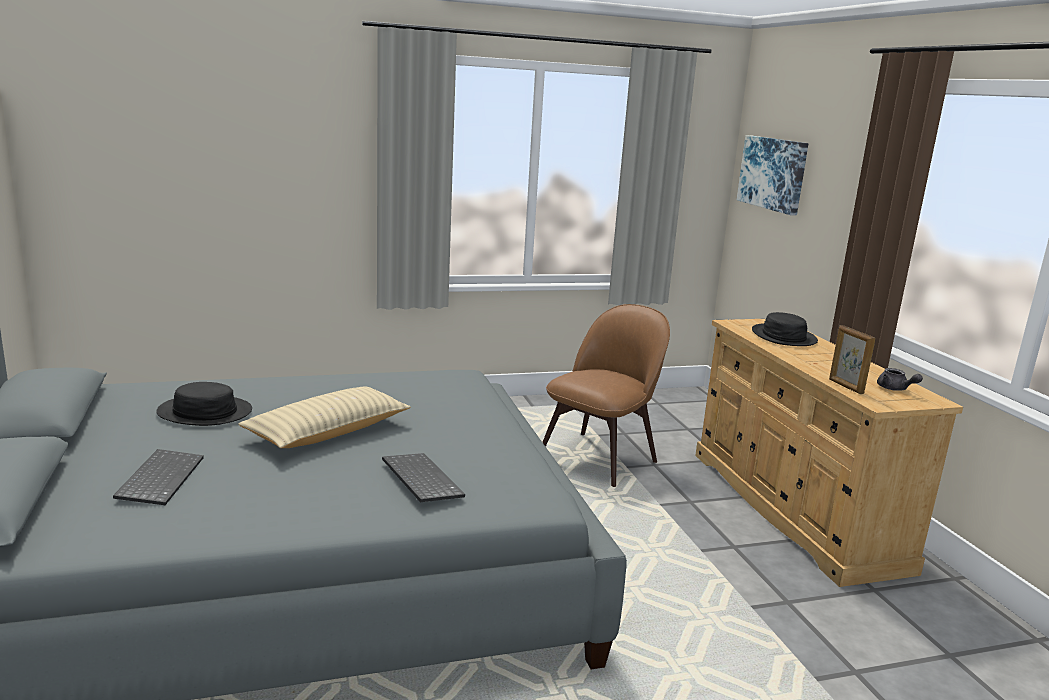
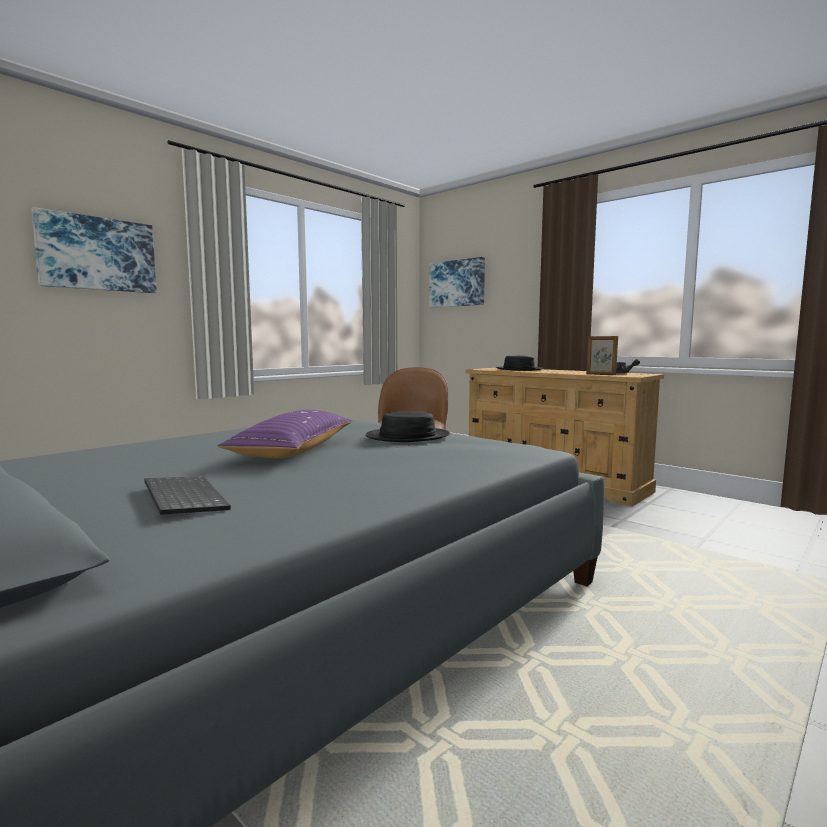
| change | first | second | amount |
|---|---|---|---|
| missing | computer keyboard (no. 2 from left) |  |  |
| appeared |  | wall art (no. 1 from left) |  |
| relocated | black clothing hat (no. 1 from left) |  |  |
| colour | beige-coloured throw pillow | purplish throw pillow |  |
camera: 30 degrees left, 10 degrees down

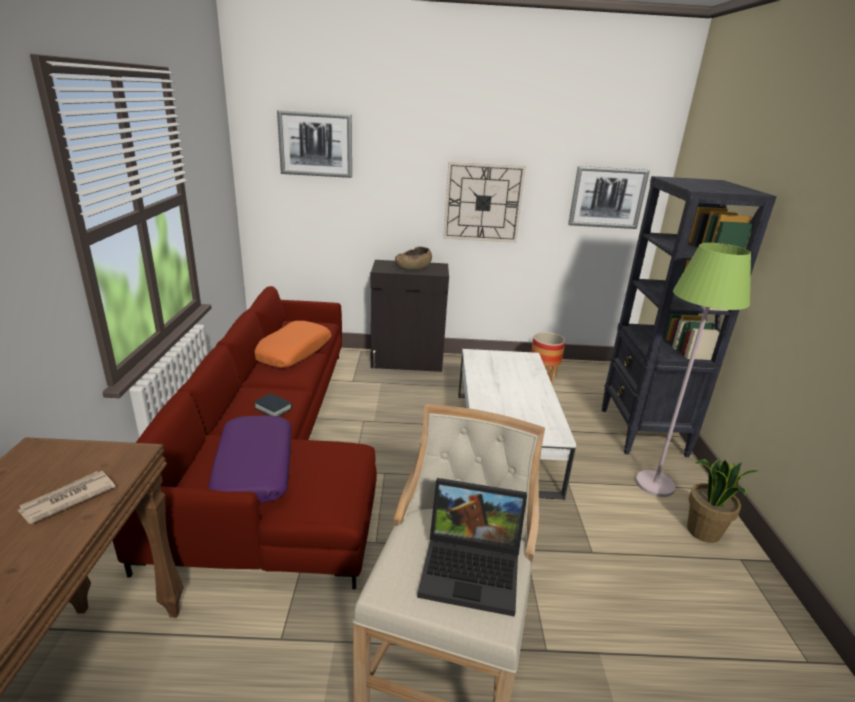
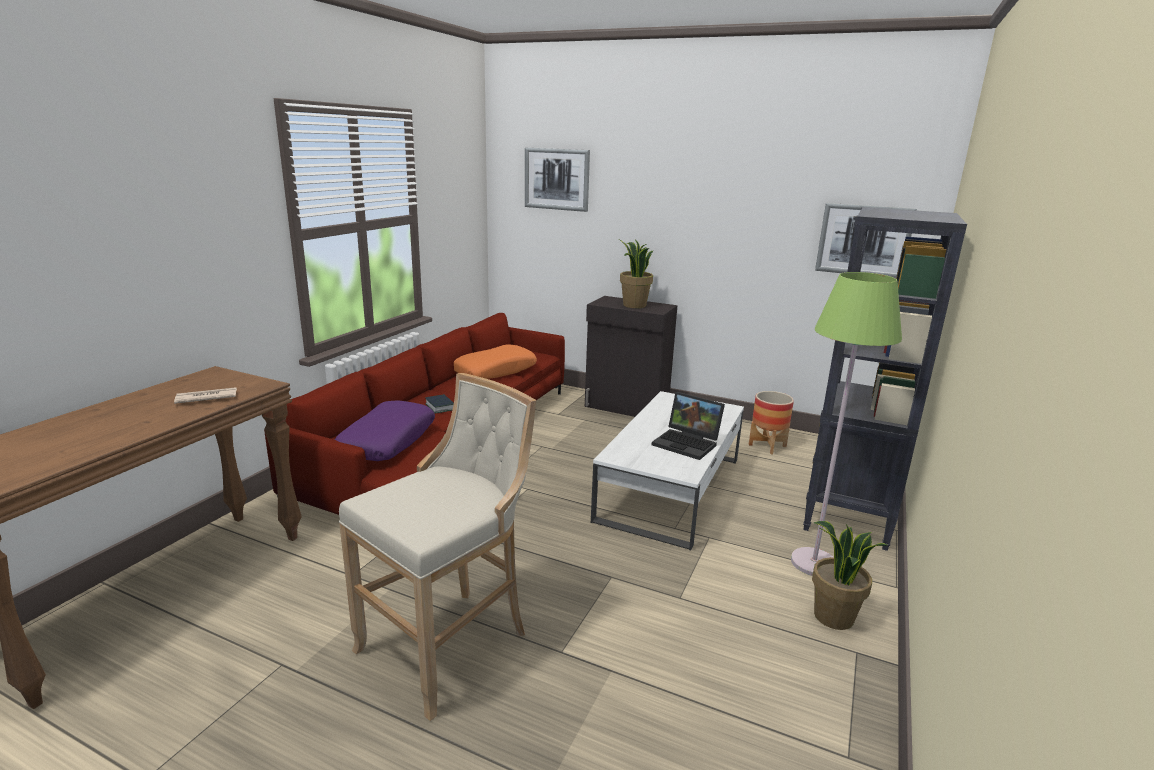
| change | first | second | amount |
|---|---|---|---|
| missing | hanging clock |  |  |
| relocated | portable computer |  |  |
| exchanged | brown-coloured bowl | plant in a pot (no. 1 from left) |  |
camera: 25 degrees right, 5 degrees down

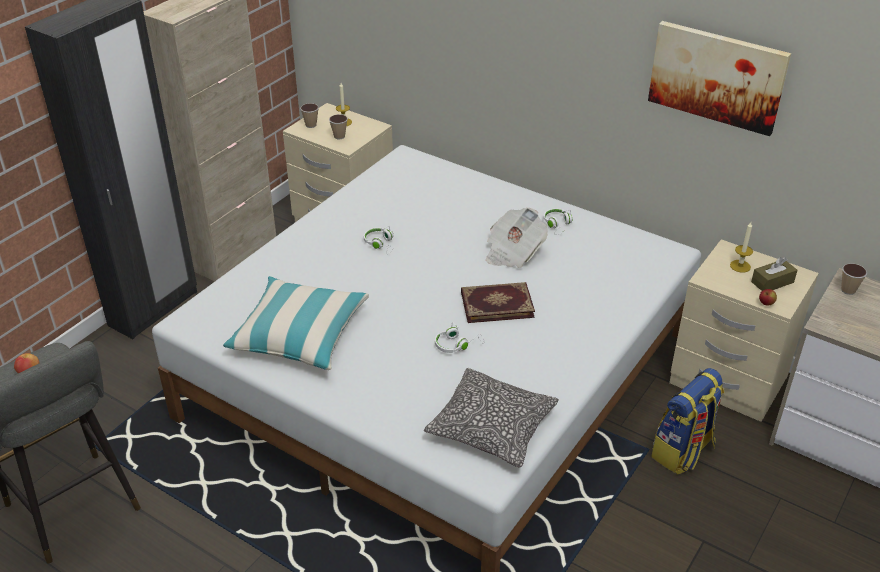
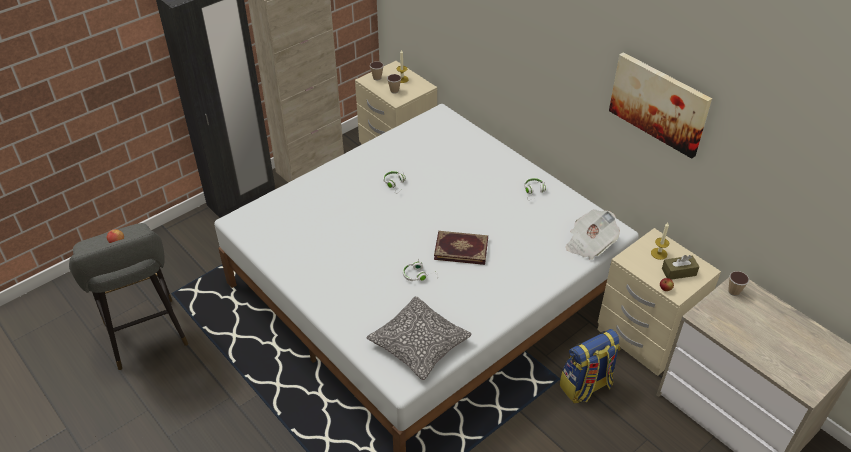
| change | first | second | amount |
|---|---|---|---|
| missing | throw pillow (no. 1 from left) |  |  |
| relocated | daily paper |  |  |
camera: 15 degrees right, 5 degrees up

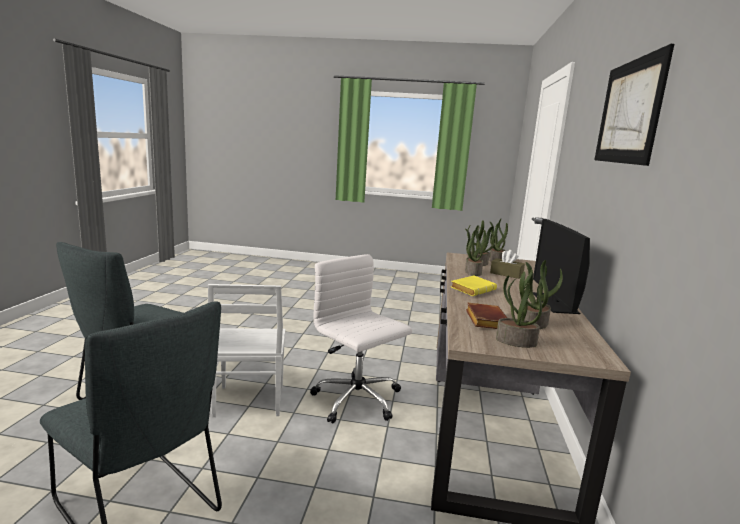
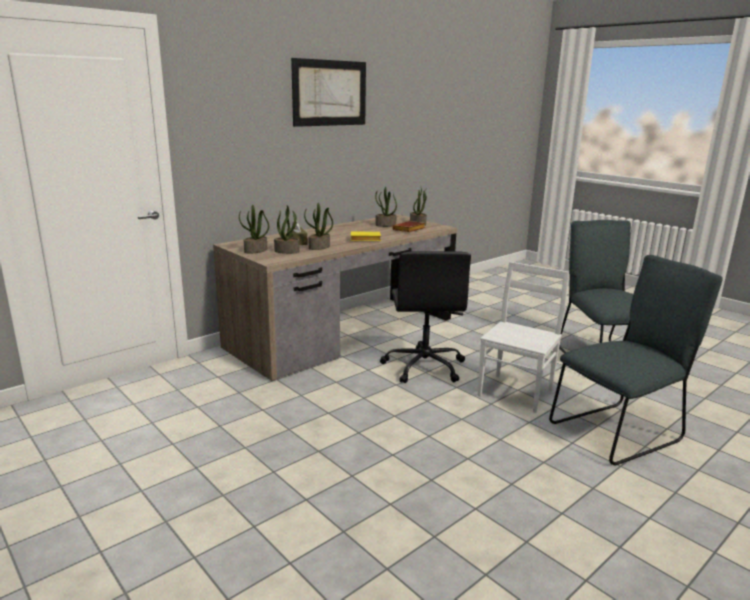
| change | first | second | amount |
|---|---|---|---|
| missing | computer screen |  |  |
| colour | white computer chair | black computer chair |  |
camera: 140 degrees left, 5 degrees up

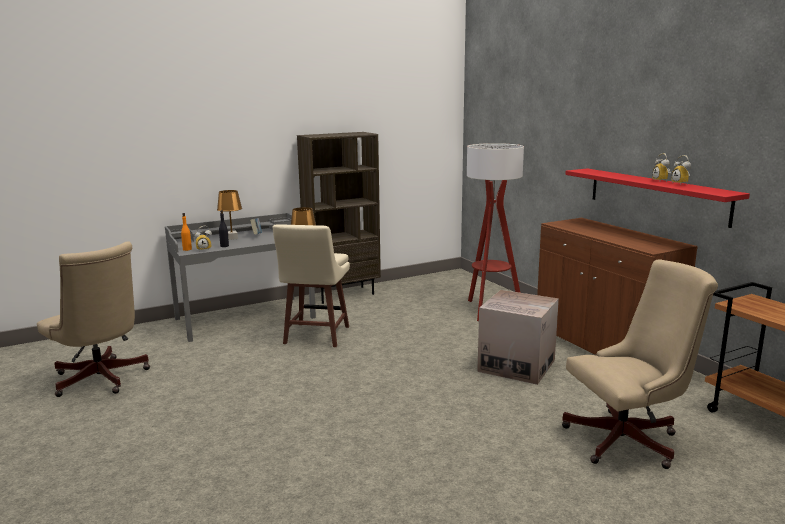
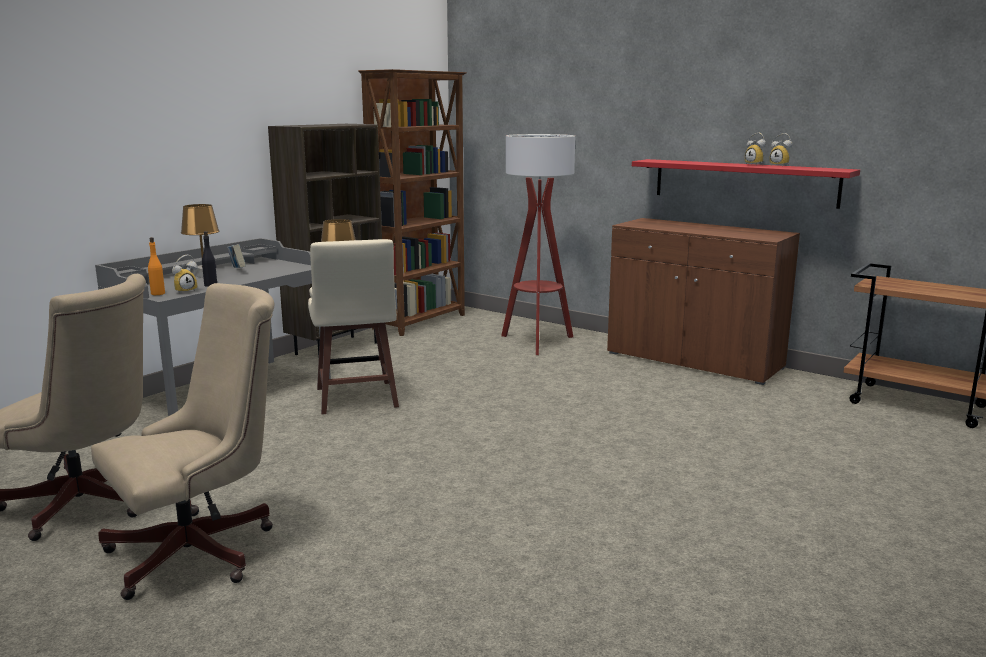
| change | first | second | amount |
|---|---|---|---|
| missing | packing box |  |  |
| appeared |  | brown-coloured shelving unit (no. 2 from left) |  |
| relocated | beige-coloured computer chair (no. 2 from left) |  |  |
camera: 25 degrees left, 0 degrees up

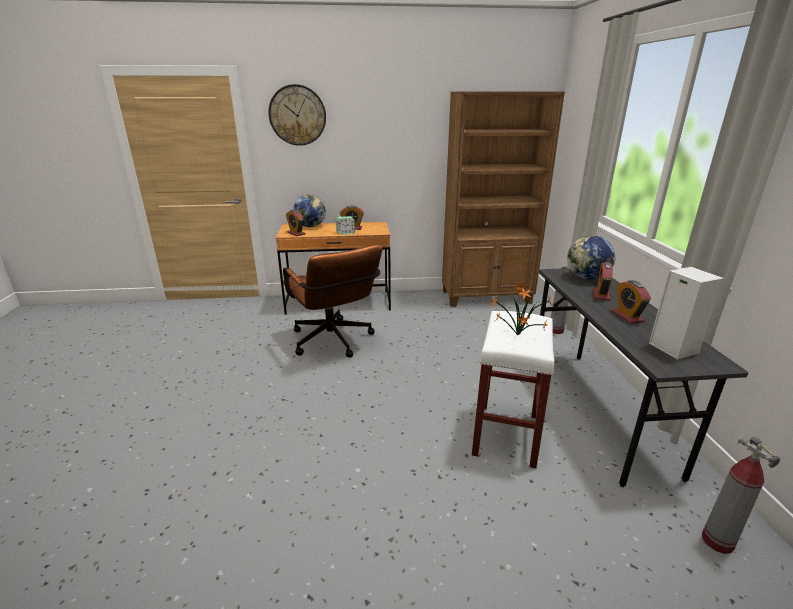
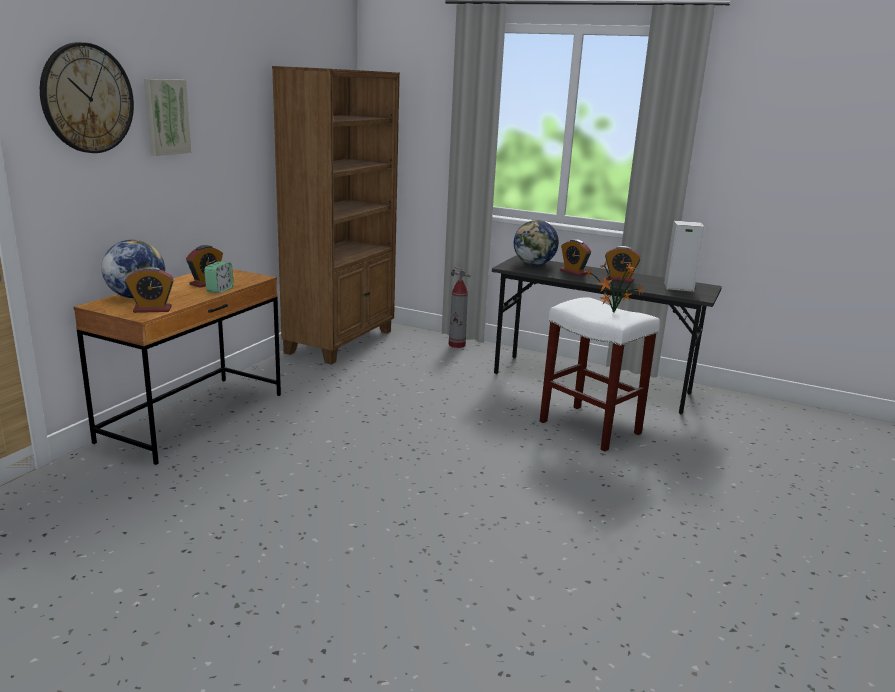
| change | first | second | amount |
|---|---|---|---|
| missing | brown-coloured computer chair |  |  |
| missing | fire extinguisher (no. 2 from left) |  |  |
| appeared |  | wall art |  |
camera: 60 degrees left, 5 degrees down

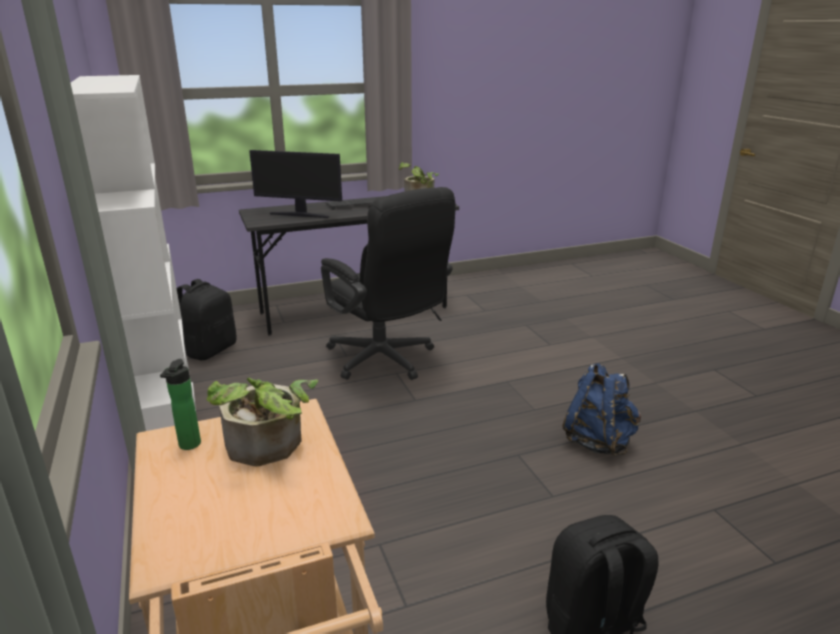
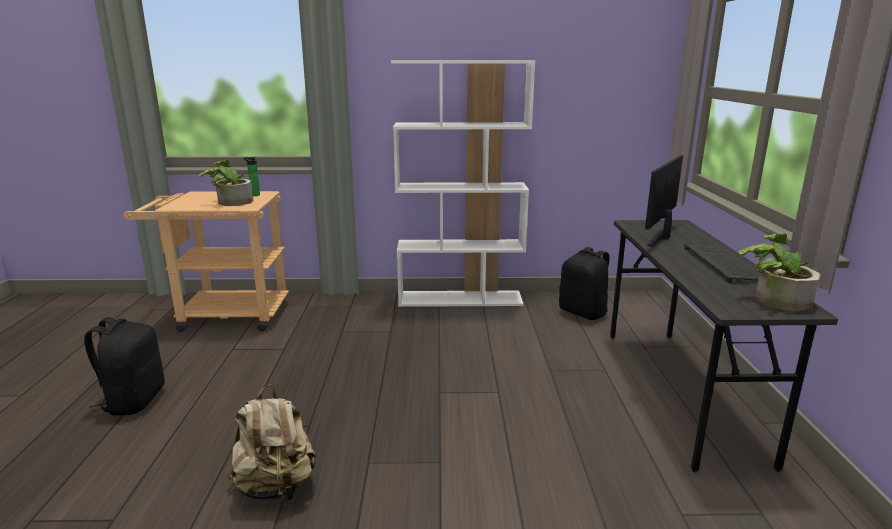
| change | first | second | amount |
|---|---|---|---|
| missing | black computer chair |  |  |
| colour | bluish knapsack | beige-coloured knapsack |  |
camera: 110 degrees right, 5 degrees down

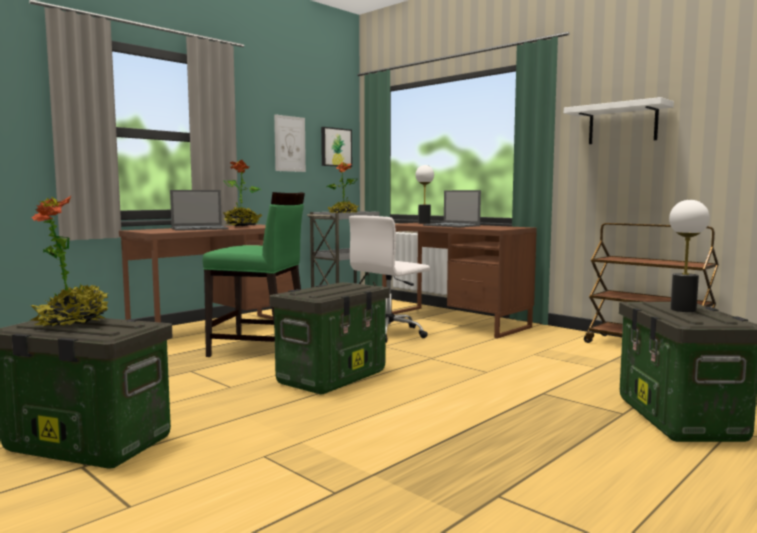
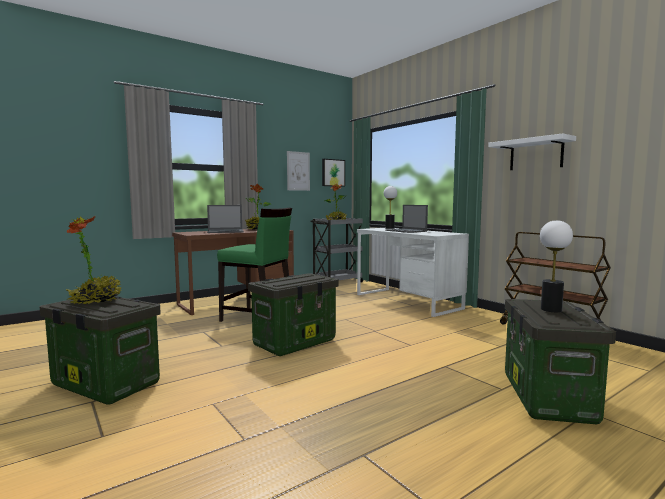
| change | first | second | amount |
|---|---|---|---|
| missing | white computer chair |  |  |
| colour | brown-coloured desk (no. 2 from left) | white desk |  |
camera: 10 degrees right, 0 degrees up

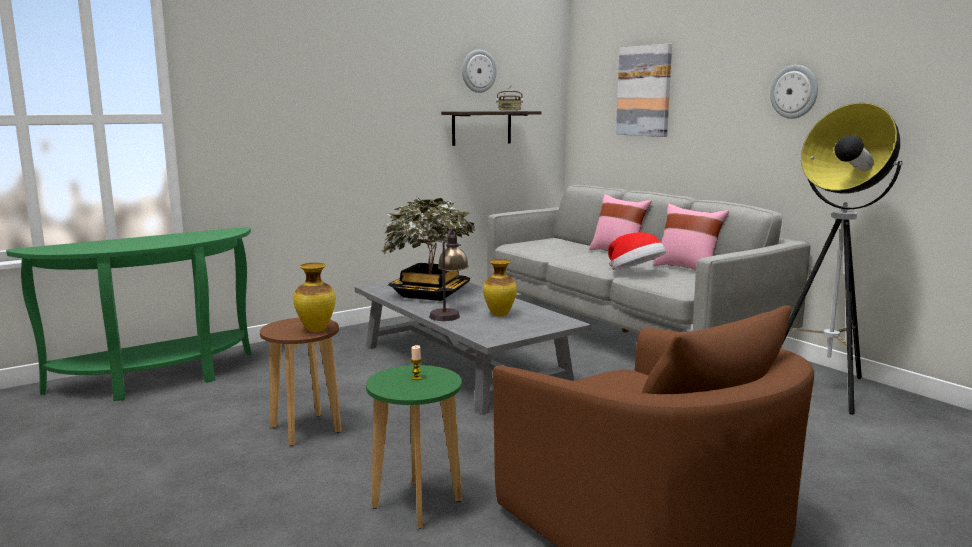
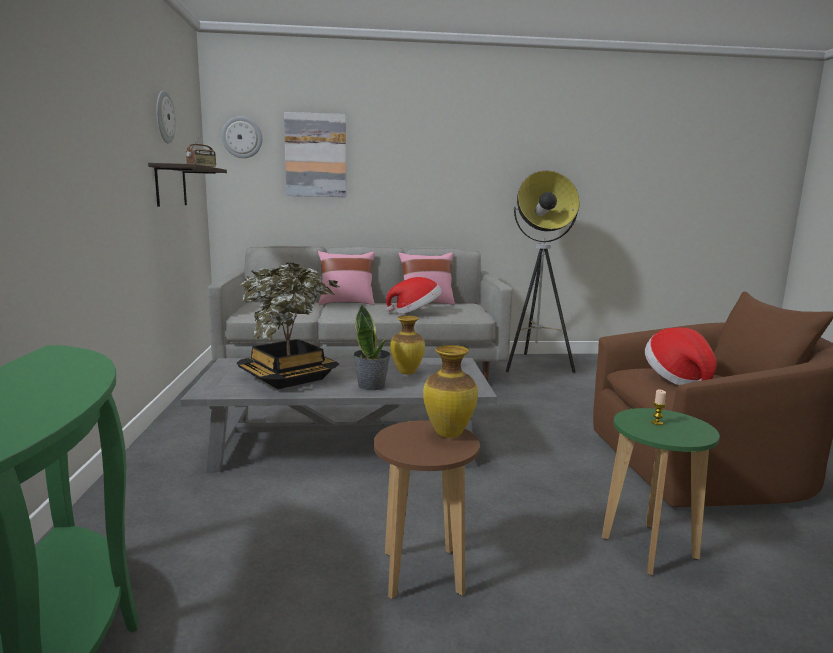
| change | first | second | amount |
|---|---|---|---|
| appeared |  | clothing hat (no. 2 from left) |  |
| relocated | hanging clock (no. 2 from left) |  |  |
| exchanged | table lamp | plant in a pot (no. 2 from left) |  |
camera: 60 degrees left, 0 degrees up

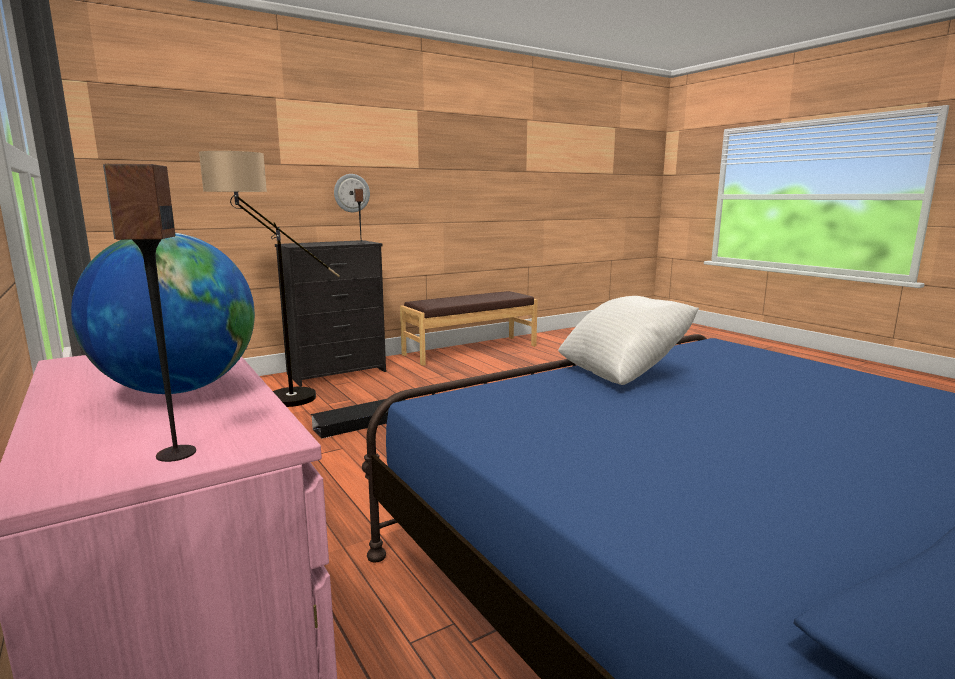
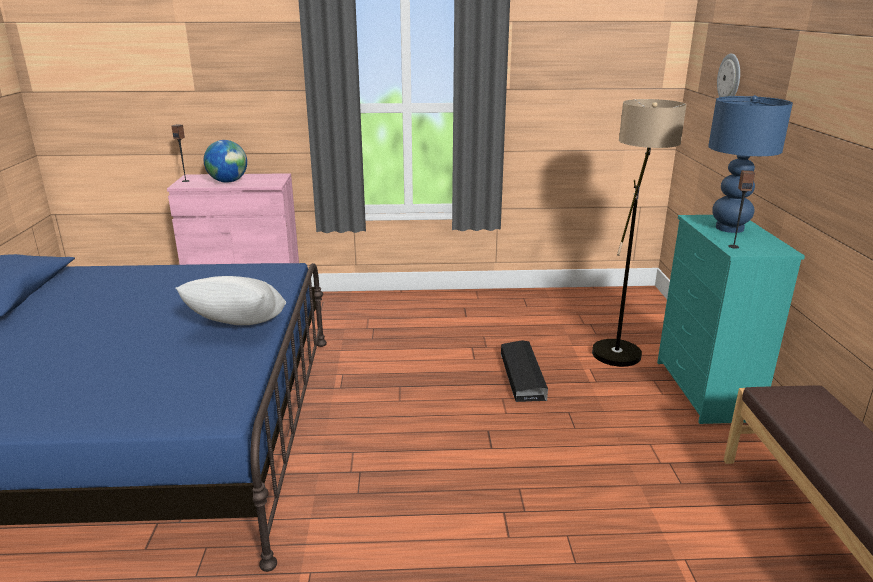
| change | first | second | amount |
|---|---|---|---|
| appeared |  | bluish table lamp |  |
| relocated | hanging clock |  |  |
| colour | black chest of drawers | turquoise chest of drawers |  |
camera: 120 degrees right, 10 degrees up

